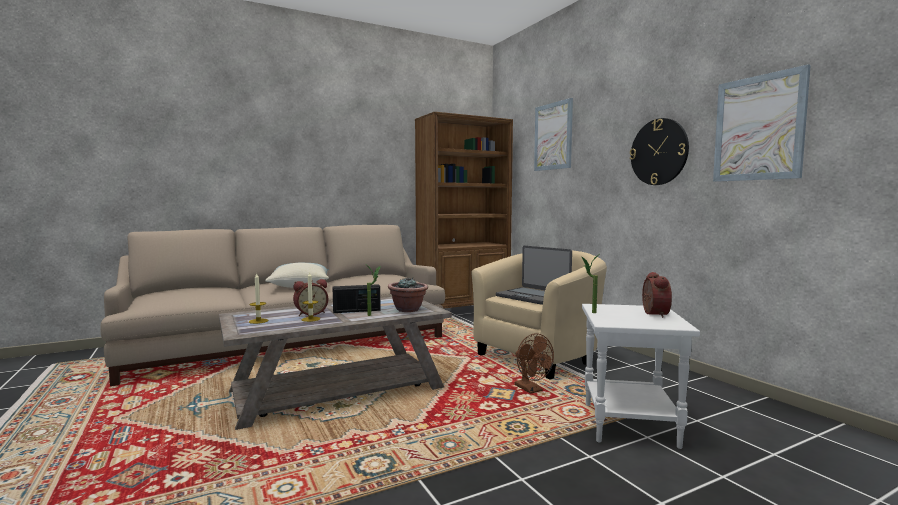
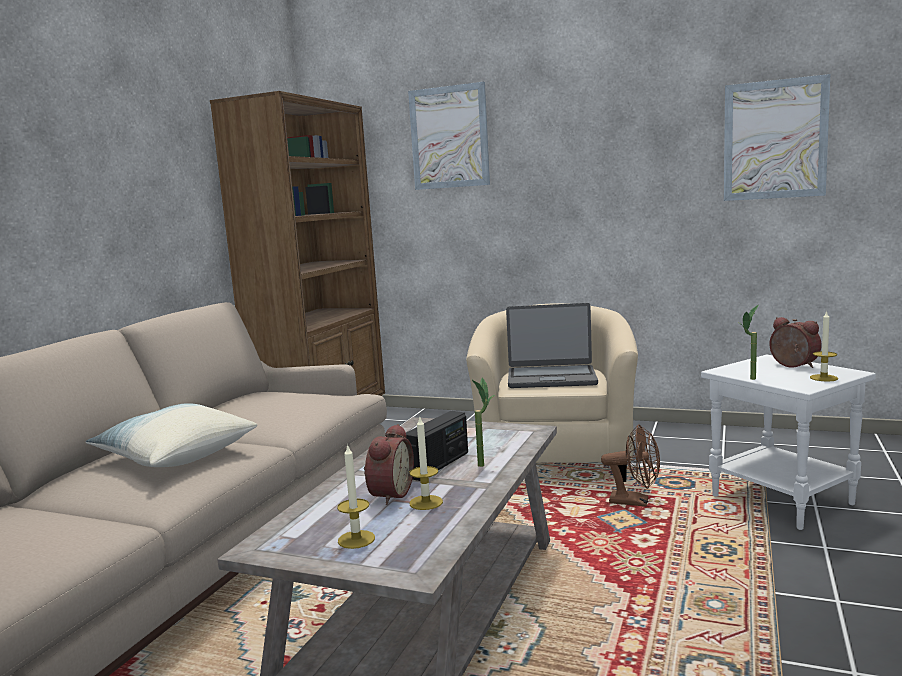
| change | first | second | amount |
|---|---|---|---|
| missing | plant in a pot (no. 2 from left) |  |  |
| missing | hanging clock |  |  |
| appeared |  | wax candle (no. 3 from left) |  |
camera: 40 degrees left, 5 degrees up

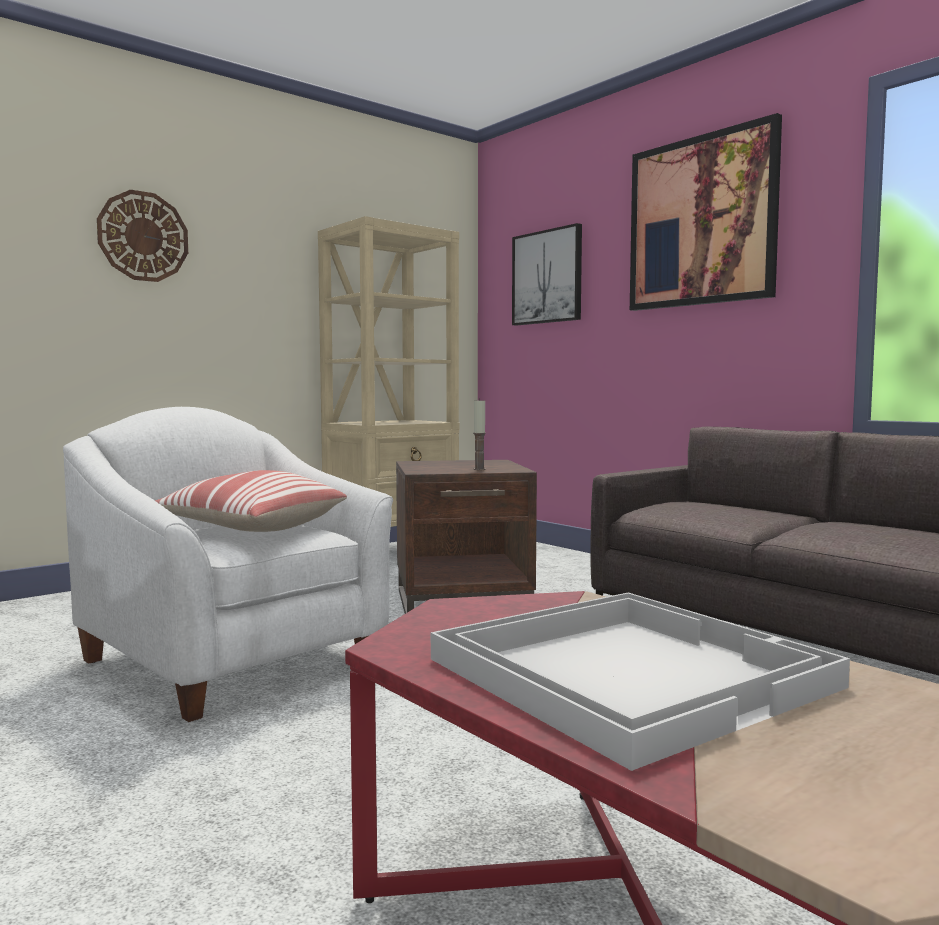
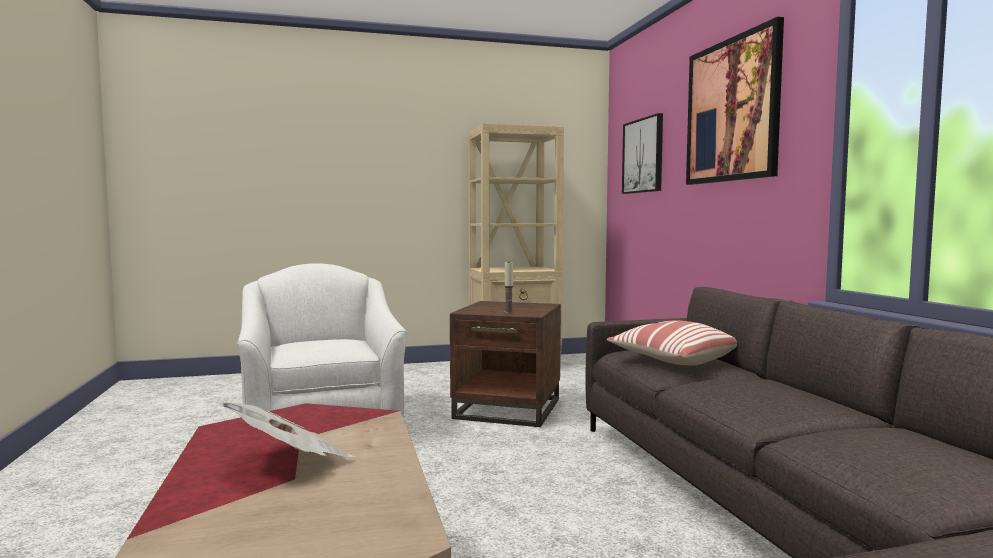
| change | first | second | amount |
|---|---|---|---|
| missing | hanging clock |  |  |
| relocated | throw pillow |  |  |
| exchanged | white tray | daily paper |  |
camera: 25 degrees right, 0 degrees up

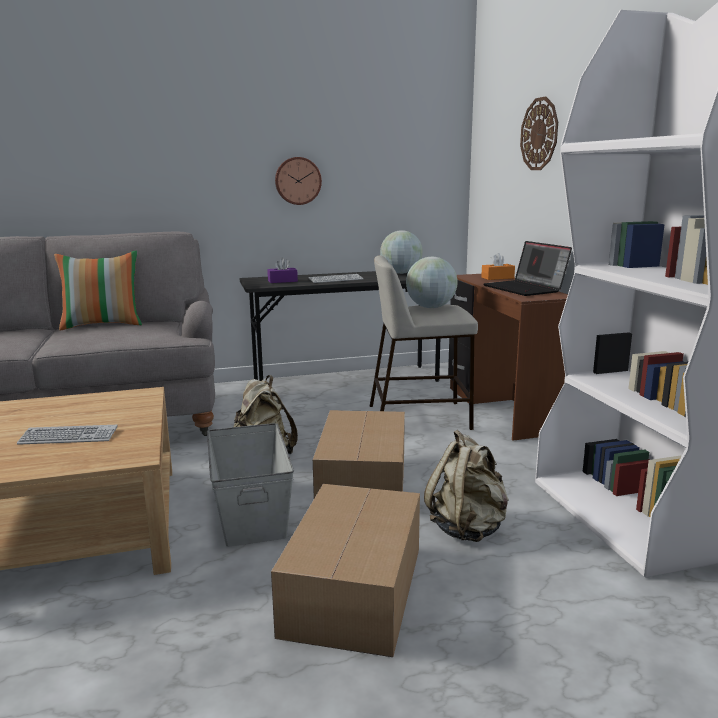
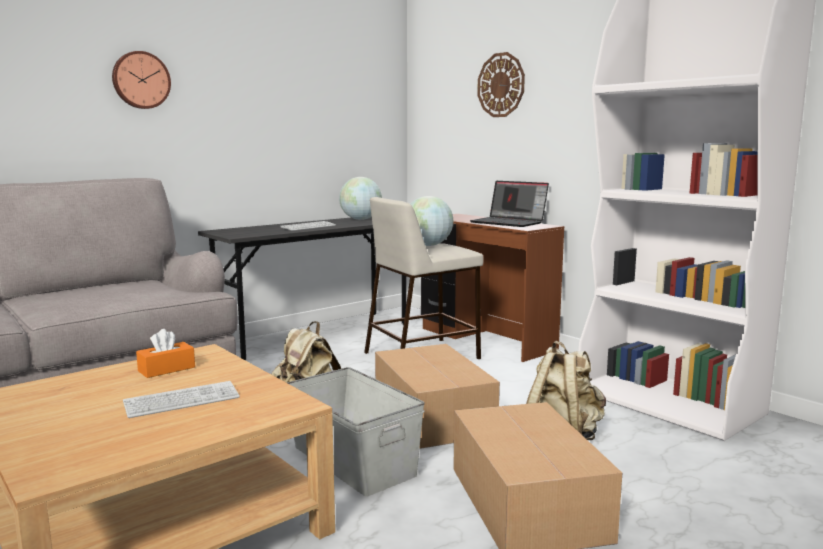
| change | first | second | amount |
|---|---|---|---|
| missing | throw pillow |  |  |
| missing | purplish tissue box |  |  |
| relocated | hanging clock (no. 1 from left) |  |  |
| relocated | orange-coloured tissue box |  |  |
camera: 25 degrees left, 5 degrees down

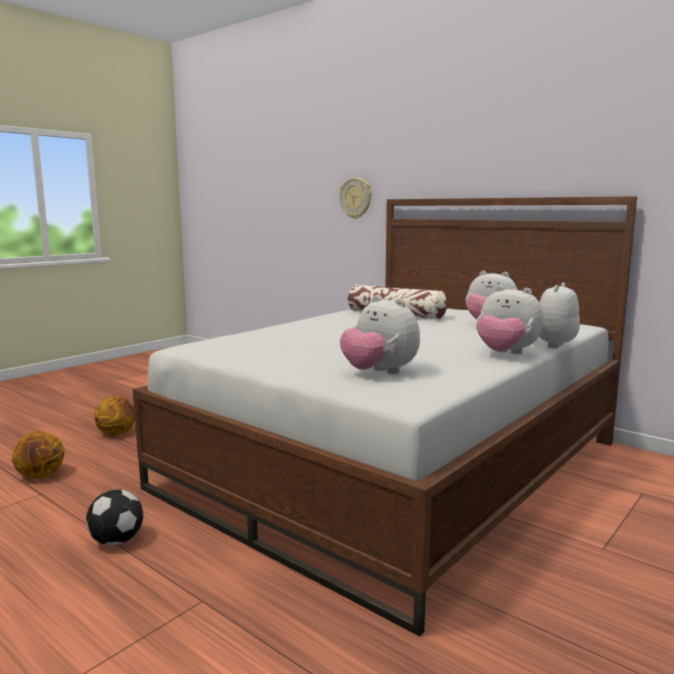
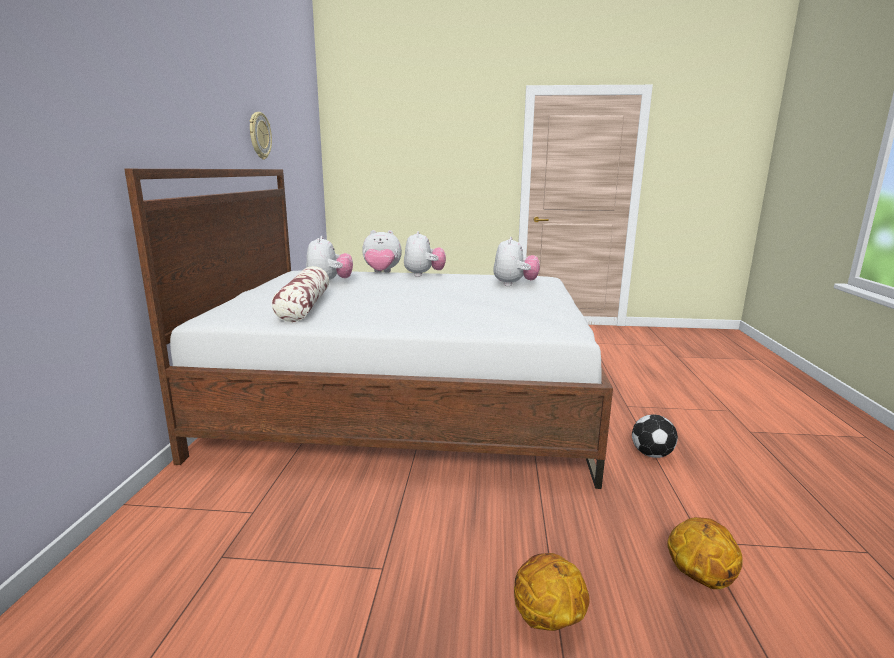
| change | first | second | amount |
|---|---|---|---|
| relocated | hanging clock |  |  |
camera: 125 degrees left, 5 degrees up

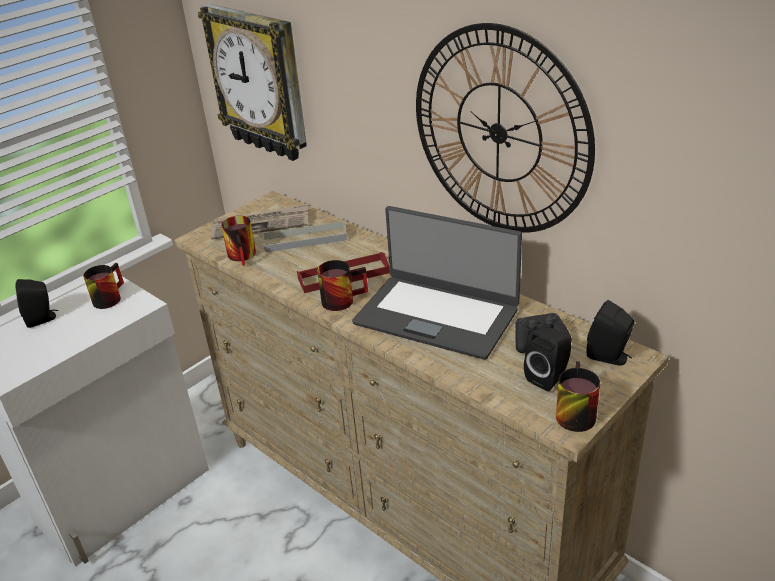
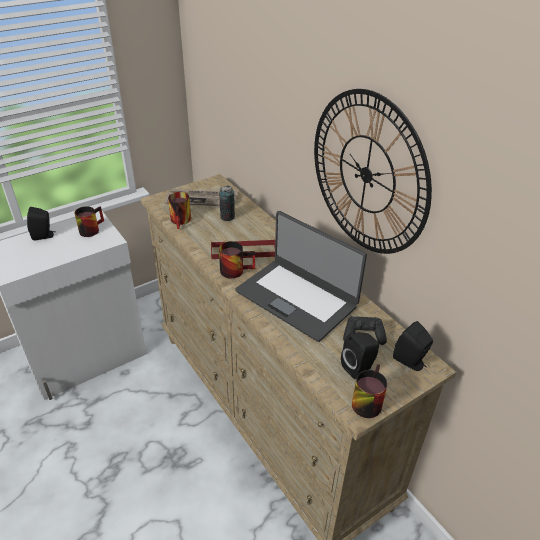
| change | first | second | amount |
|---|---|---|---|
| missing | hanging clock (no. 1 from left) |  |  |
| exchanged | greyish tray | sealed can |  |
camera: 10 degrees right, 5 degrees up

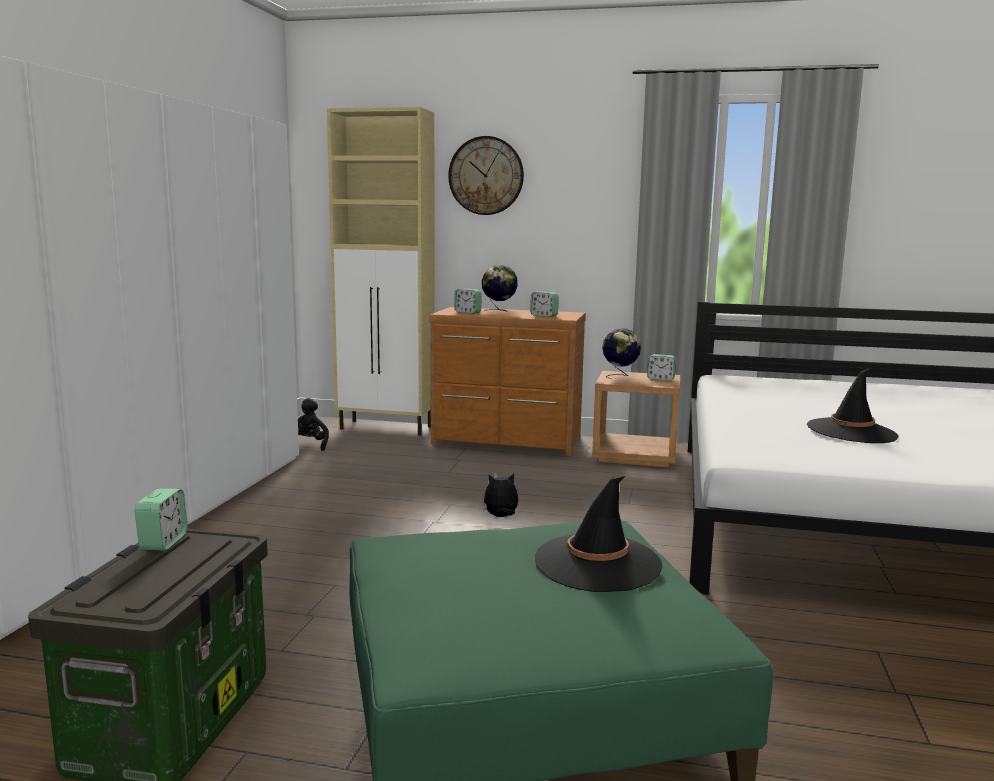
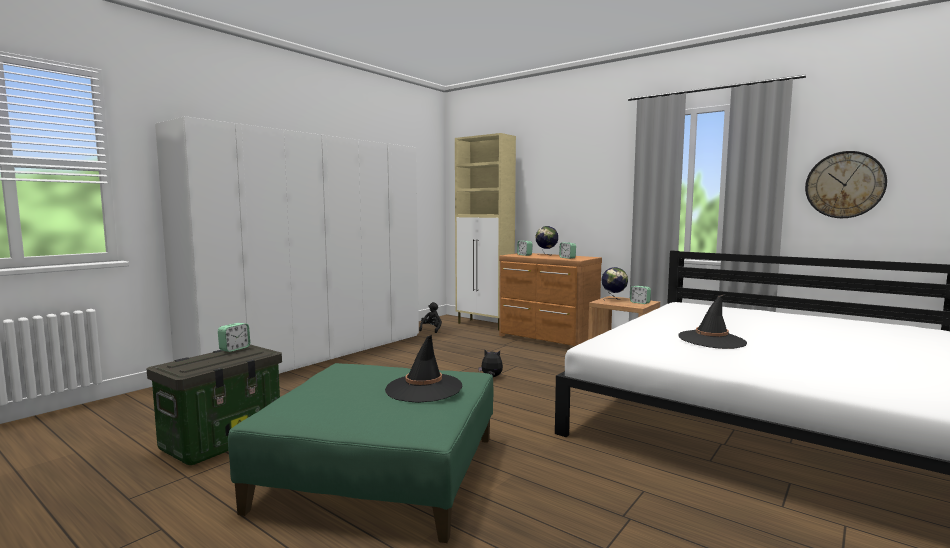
| change | first | second | amount |
|---|---|---|---|
| relocated | hanging clock |  |  |
camera: 25 degrees right, 5 degrees down

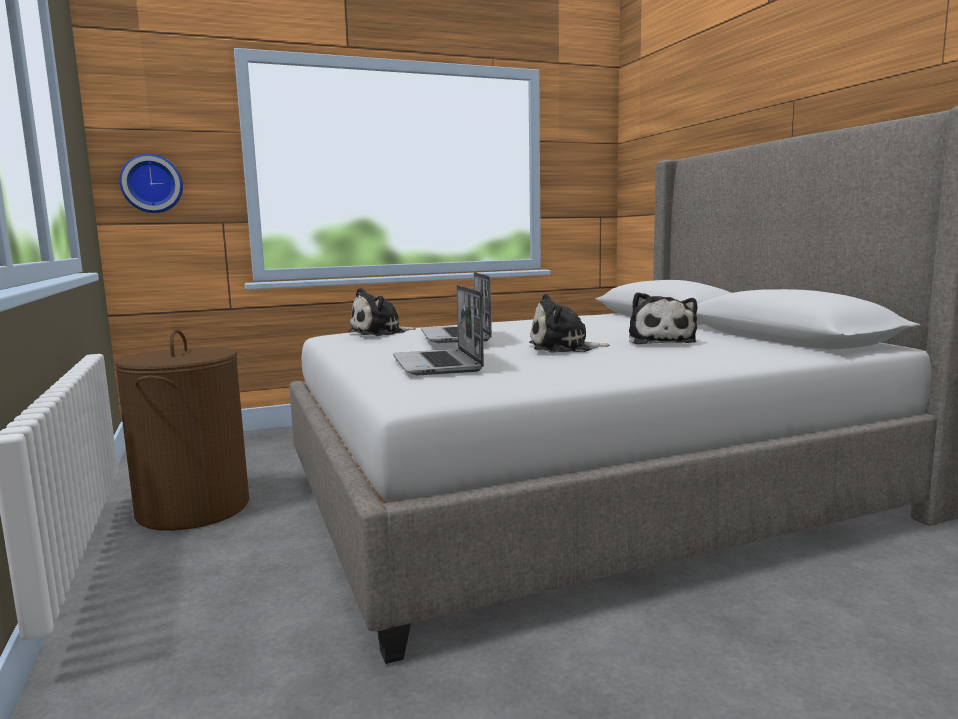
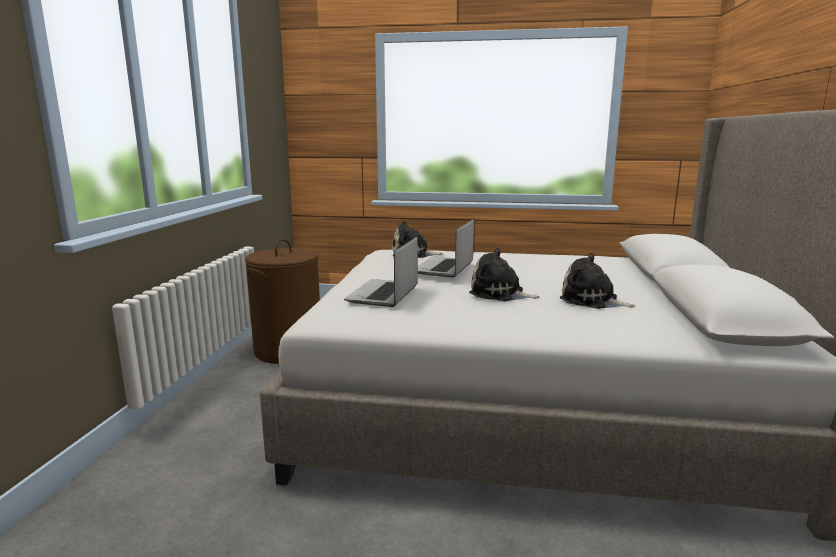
| change | first | second | amount |
|---|---|---|---|
| missing | hanging clock |  |  |
| spun | plush toy (no. 3 from left) |  | 90 degrees clockwise |
camera: 30 degrees right, 5 degrees up

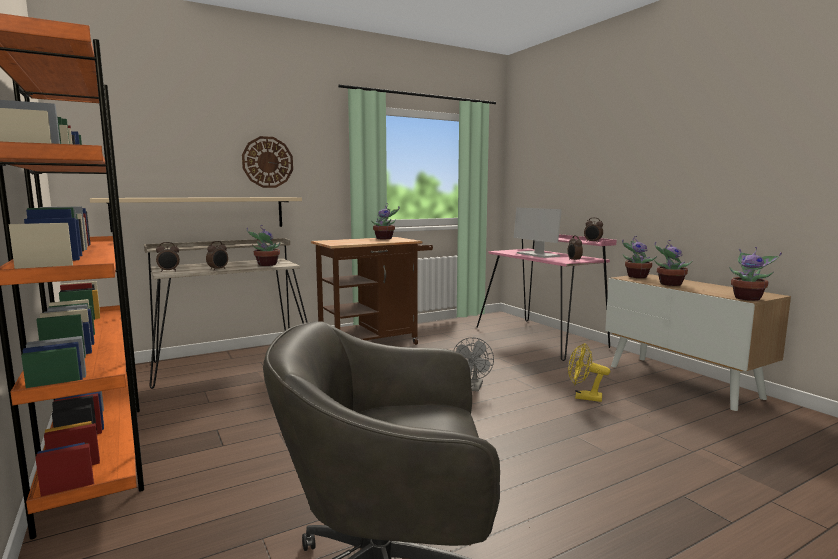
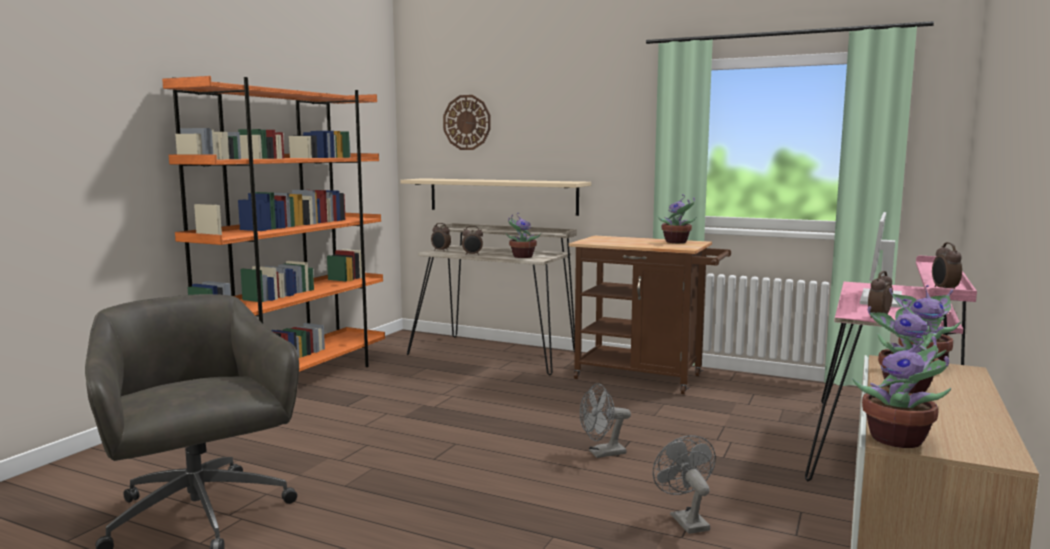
| change | first | second | amount |
|---|---|---|---|
| relocated | hanging clock |  |  |
| colour | yellow electric fan | greyish electric fan (no. 2 from left) |  |
camera: 55 degrees right, 0 degrees up

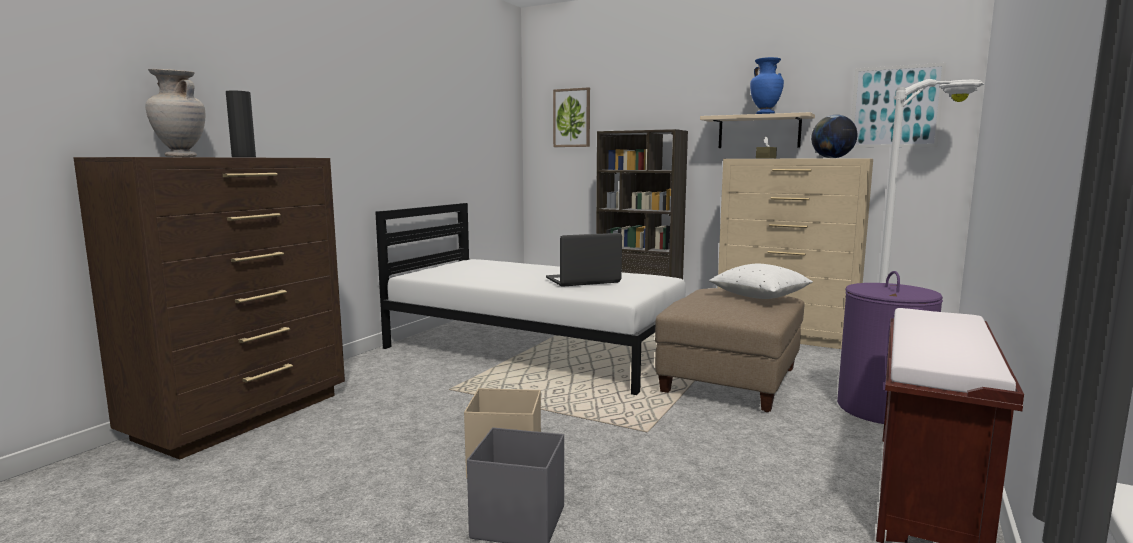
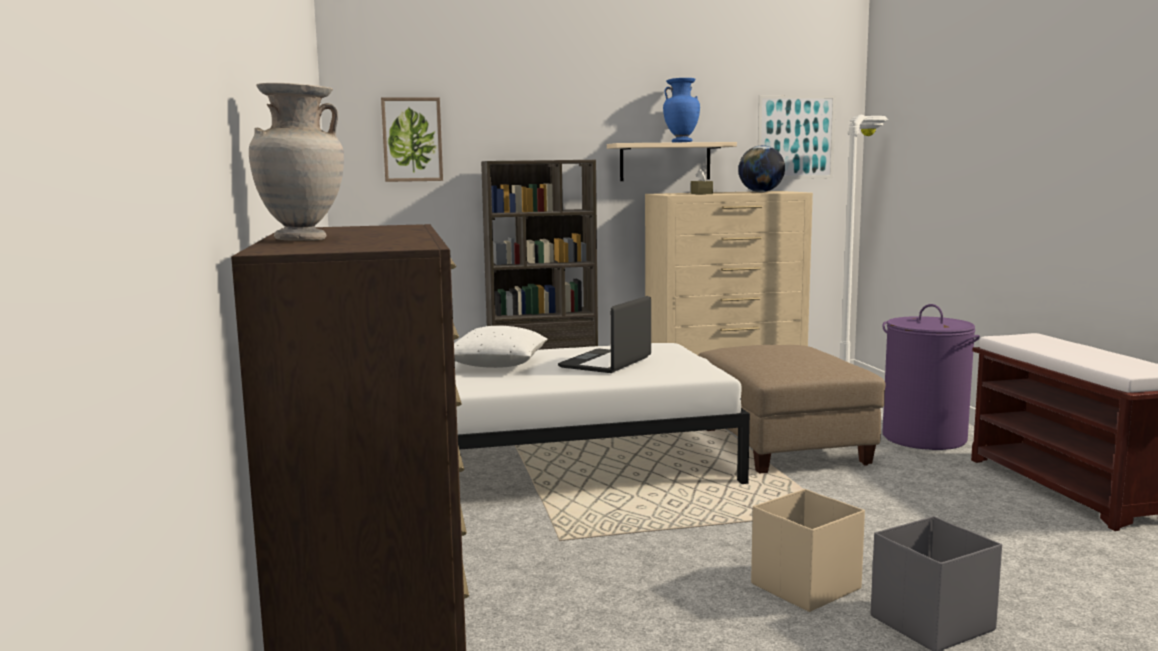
| change | first | second | amount |
|---|---|---|---|
| missing | black flower vase |  |  |
| relocated | white throw pillow |  |  |
camera: 40 degrees left, 0 degrees up

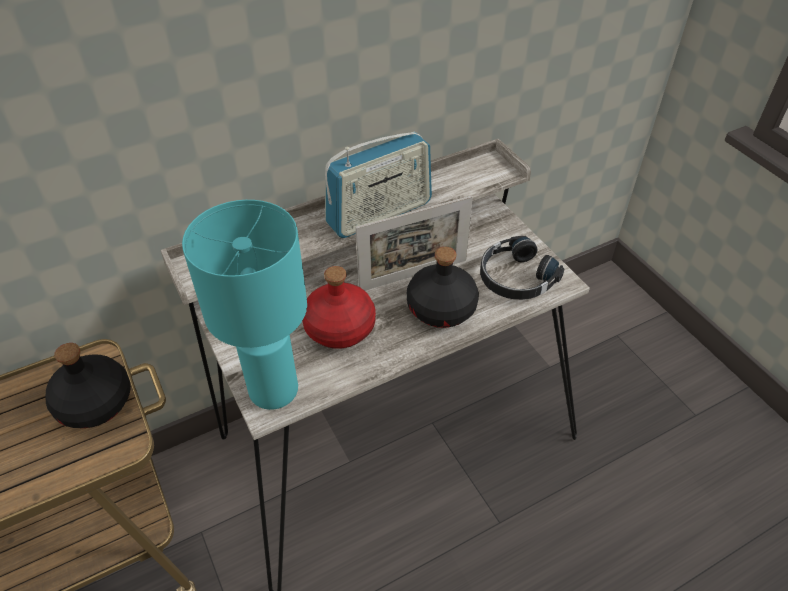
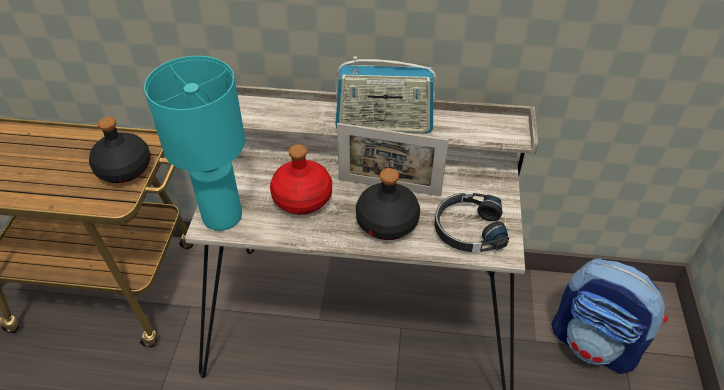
| change | first | second | amount |
|---|---|---|---|
| appeared |  | knapsack |  |
camera: 35 degrees right, 0 degrees up

